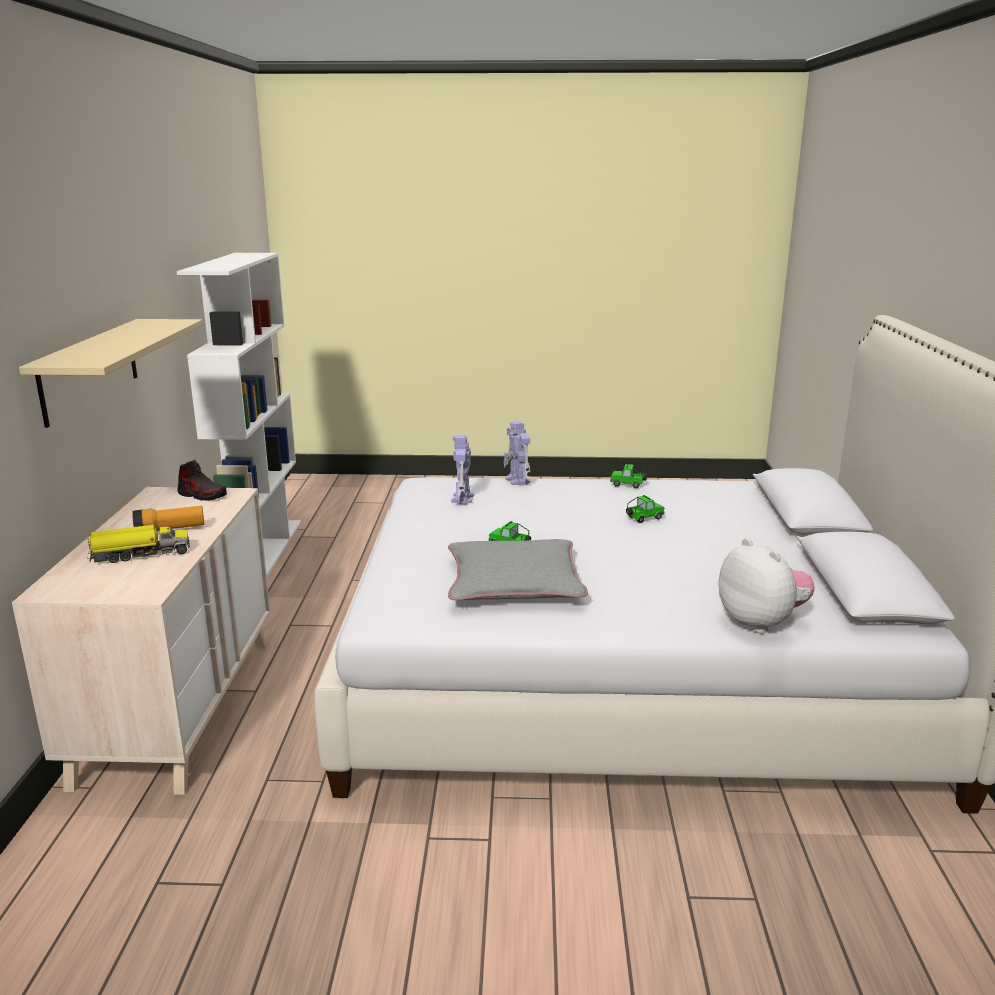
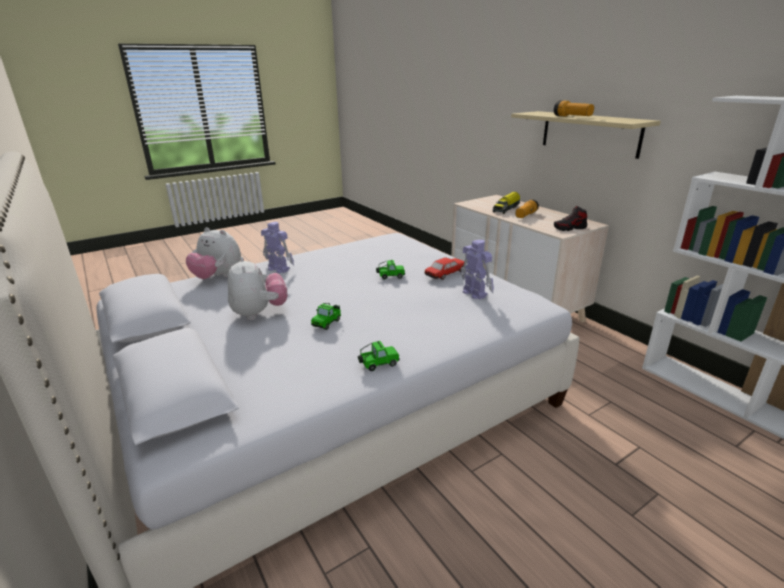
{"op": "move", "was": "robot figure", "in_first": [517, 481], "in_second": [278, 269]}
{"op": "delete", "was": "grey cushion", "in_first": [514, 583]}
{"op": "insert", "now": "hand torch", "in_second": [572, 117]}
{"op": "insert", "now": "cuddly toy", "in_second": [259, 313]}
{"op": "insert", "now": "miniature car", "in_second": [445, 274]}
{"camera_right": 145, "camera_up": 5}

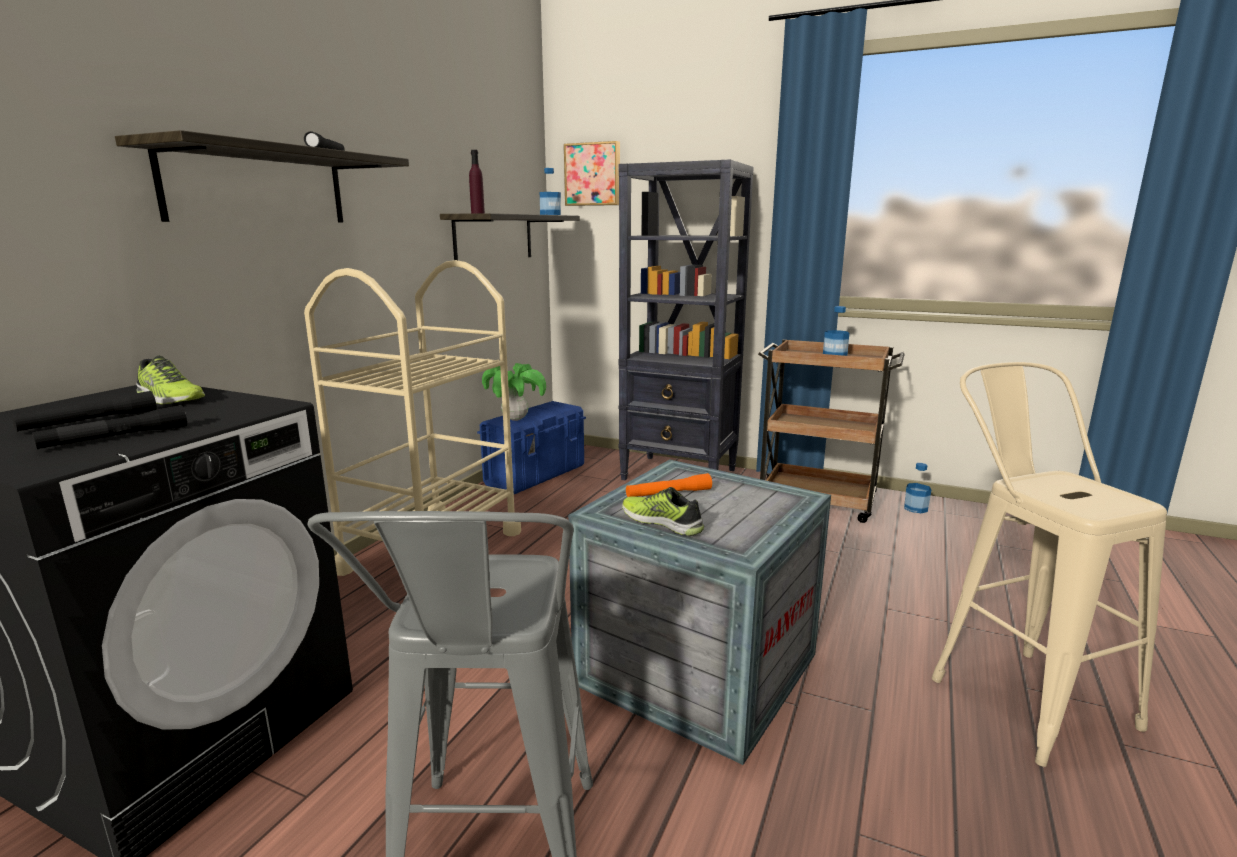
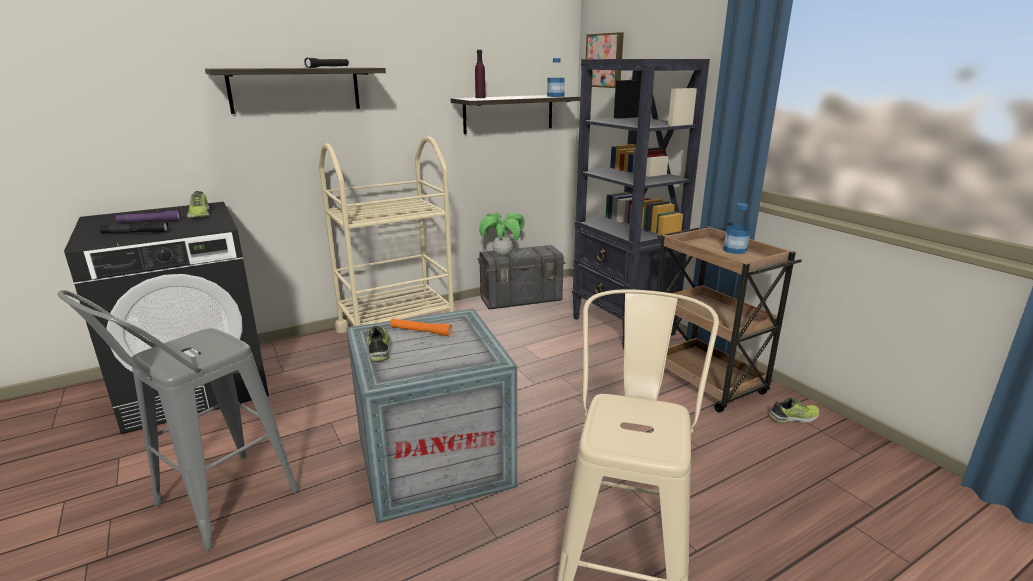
{"op": "recolor", "was": "blackish hand torch", "now": "purple-coloured hand torch", "in_first": [90, 421], "in_second": [149, 222]}
{"op": "recolor", "was": "blue storage box", "now": "grey storage box", "in_first": [536, 475], "in_second": [521, 299]}
{"op": "replace", "was": "drink bottle", "now": "shoe", "in_first": [915, 508], "in_second": [794, 418]}
{"camera_right": 35, "camera_up": 5}

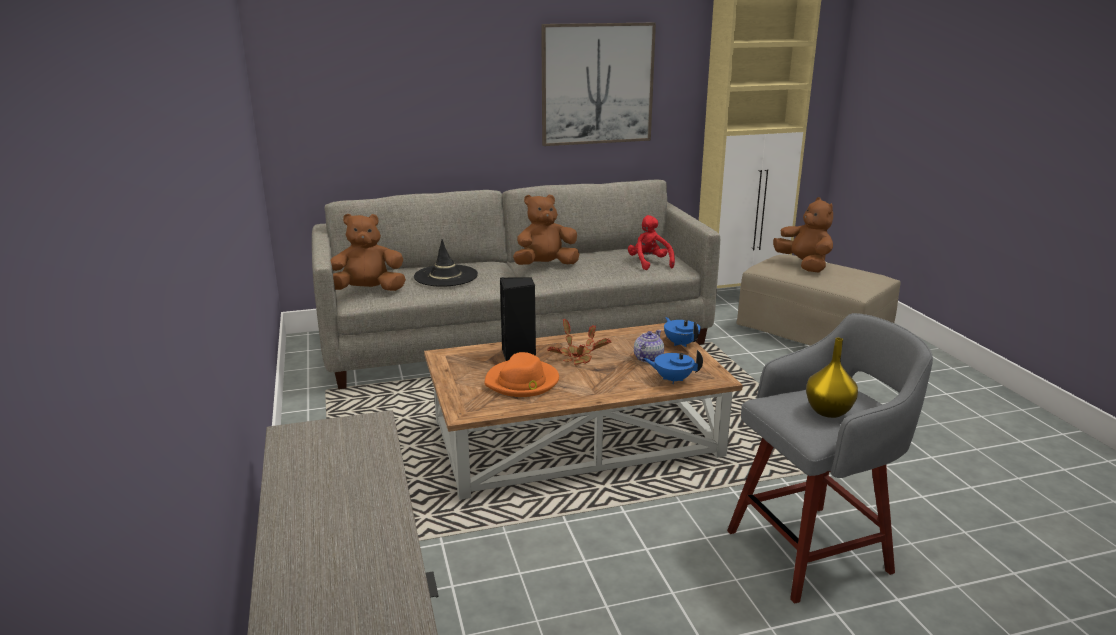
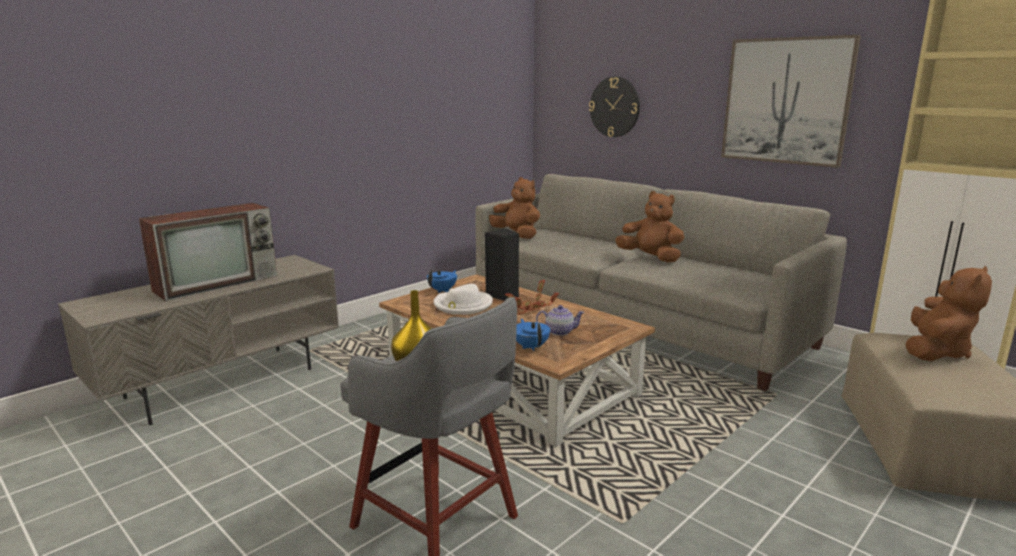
{"op": "delete", "was": "red cuddly toy", "in_first": [649, 263]}
{"op": "delete", "was": "blackish clothing hat", "in_first": [445, 276]}
{"op": "move", "was": "blue pot for tea", "in_first": [681, 343], "in_second": [443, 290]}
{"op": "recolor", "was": "orangey clothing hat", "now": "whitish clothing hat", "in_first": [522, 382], "in_second": [462, 305]}
{"op": "insert", "now": "clock on the wall", "in_second": [614, 107]}
{"op": "insert", "now": "TV", "in_second": [218, 283]}
{"camera_right": 60, "camera_up": -5}

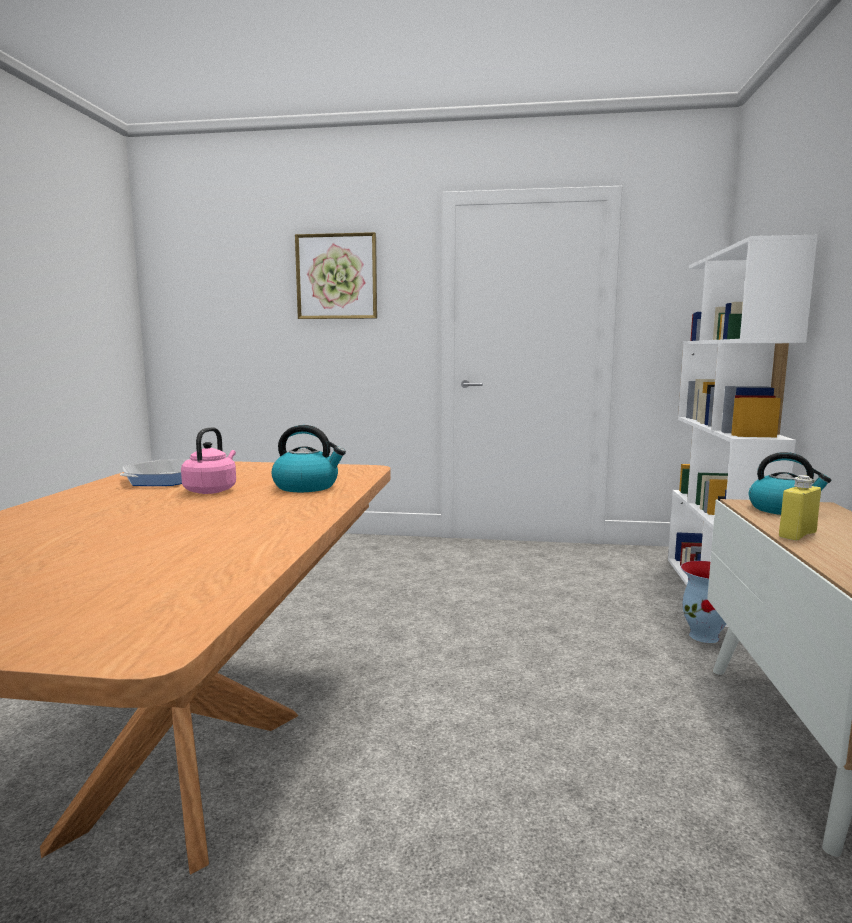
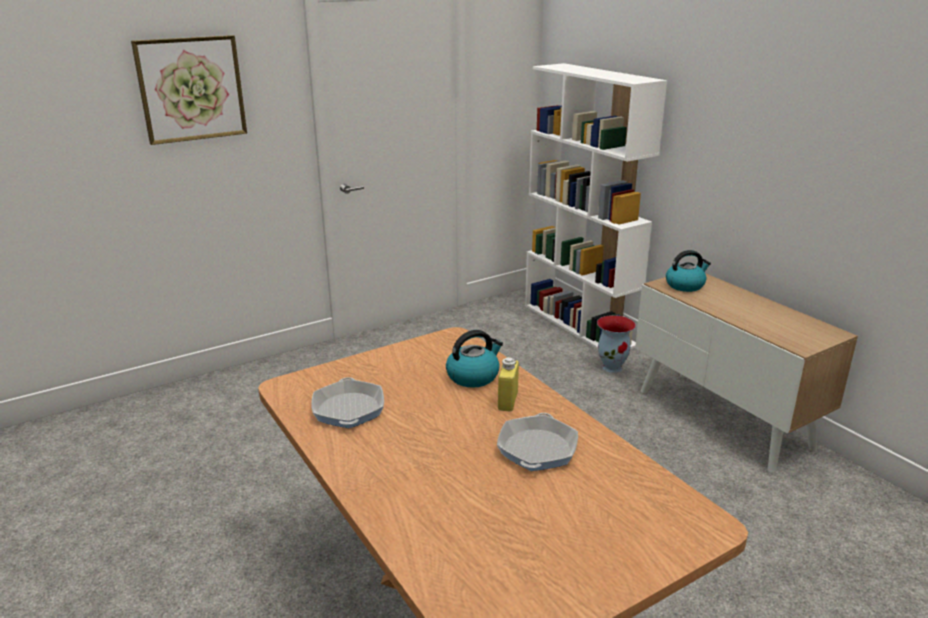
{"op": "delete", "was": "pink water kettle", "in_first": [212, 490]}
{"op": "move", "was": "yellowish drink bottle", "in_first": [797, 535], "in_second": [507, 401]}
{"op": "insert", "now": "skillet", "in_second": [537, 449]}
{"camera_right": -40, "camera_up": 15}

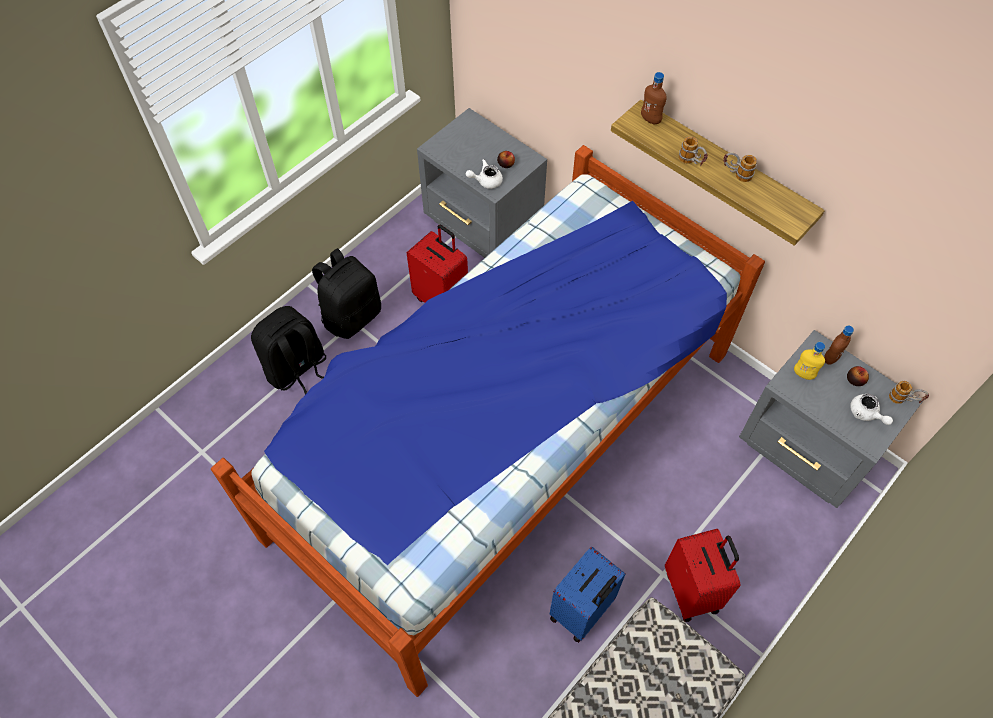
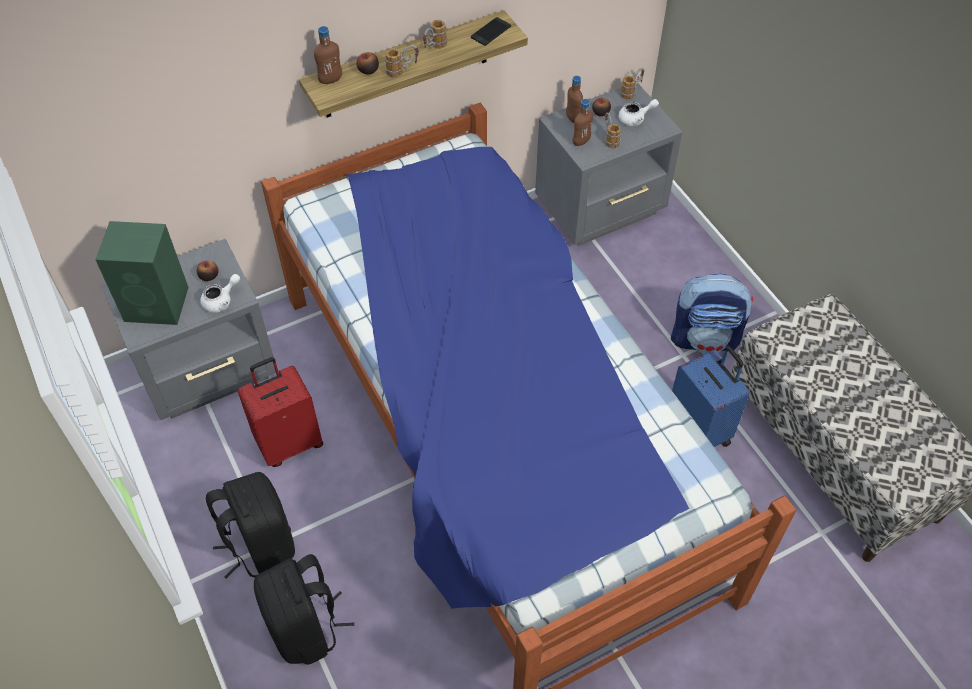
{"op": "rotate", "was": "whitish pot for tea", "in_first": [486, 181], "in_second": [221, 301], "clockwise": -135}
{"op": "recolor", "was": "yellowish drink bottle", "now": "brown drink bottle", "in_first": [803, 374], "in_second": [581, 141]}
{"op": "replace", "was": "red travel case", "now": "knapsack", "in_first": [692, 590], "in_second": [705, 338]}
{"op": "insert", "now": "telephone", "in_second": [491, 32]}
{"op": "insert", "now": "whole apple", "in_second": [368, 70]}
{"op": "insert", "now": "mug", "in_second": [609, 138]}
{"op": "insert", "now": "green-coloured audio speaker", "in_second": [158, 304]}
{"camera_right": -70, "camera_up": -5}

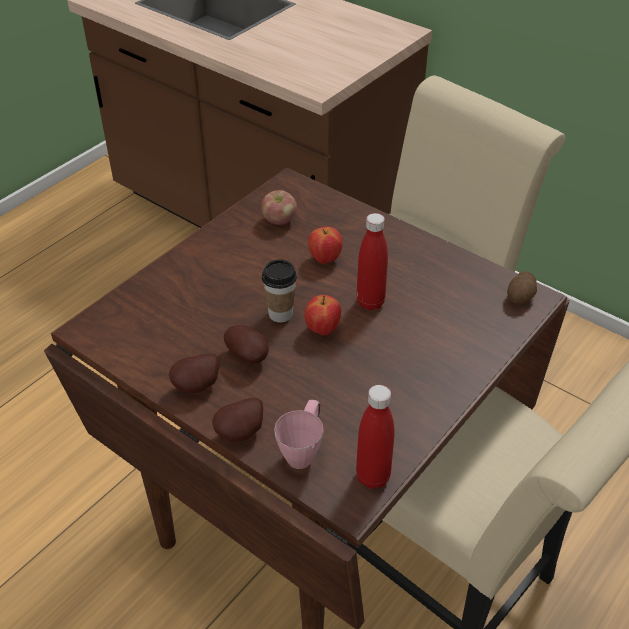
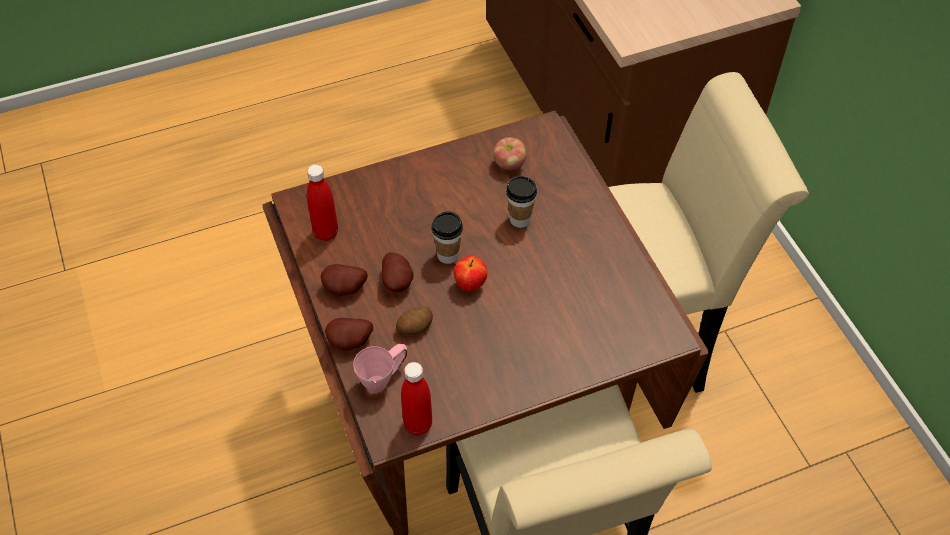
{"op": "move", "was": "red drink bottle", "in_first": [370, 302], "in_second": [326, 232]}
{"op": "replace", "was": "whole apple", "now": "small cup", "in_first": [325, 259], "in_second": [520, 219]}
{"op": "move", "was": "spud", "in_first": [520, 297], "in_second": [415, 327]}
{"camera_right": 30, "camera_up": 10}

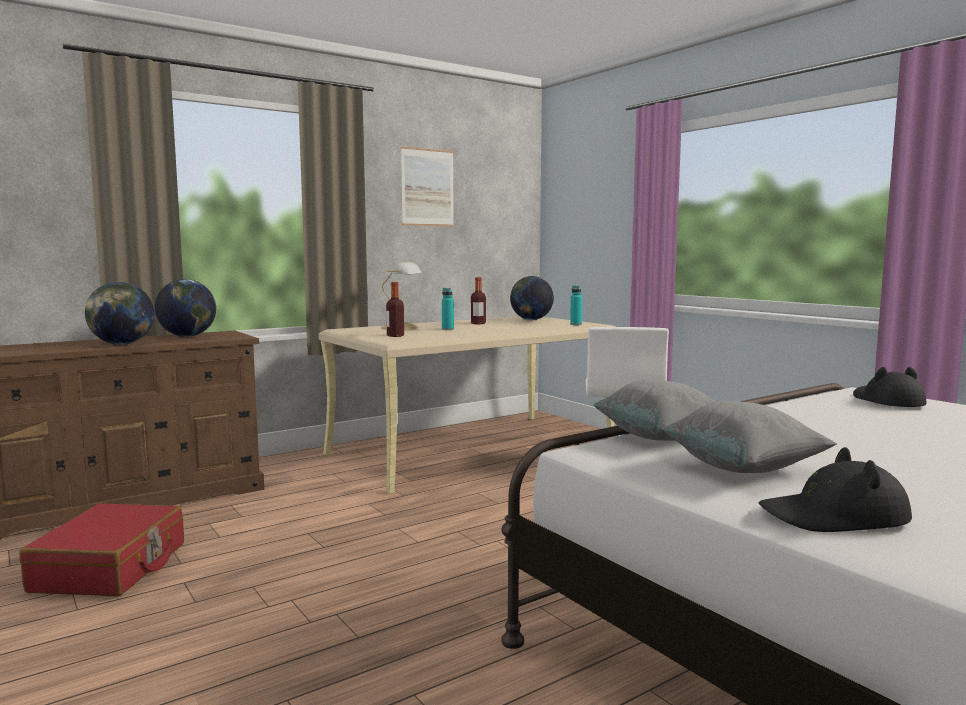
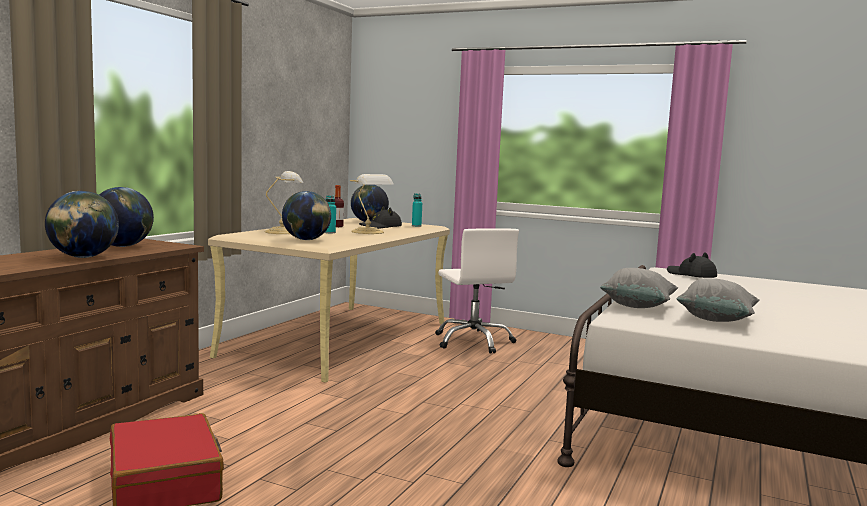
{"op": "delete", "was": "wall art", "in_first": [427, 187]}
{"op": "replace", "was": "drink bottle", "now": "globe", "in_first": [395, 336], "in_second": [306, 240]}
{"op": "move", "was": "blackish clothing hat", "in_first": [834, 517], "in_second": [381, 227]}
{"op": "insert", "now": "lamp for a table", "in_second": [369, 232]}
{"camera_right": -30, "camera_up": 0}

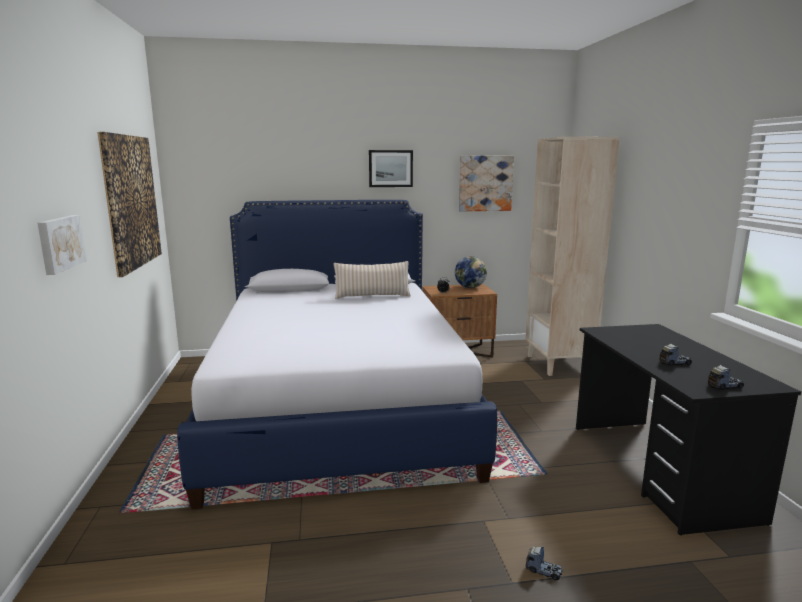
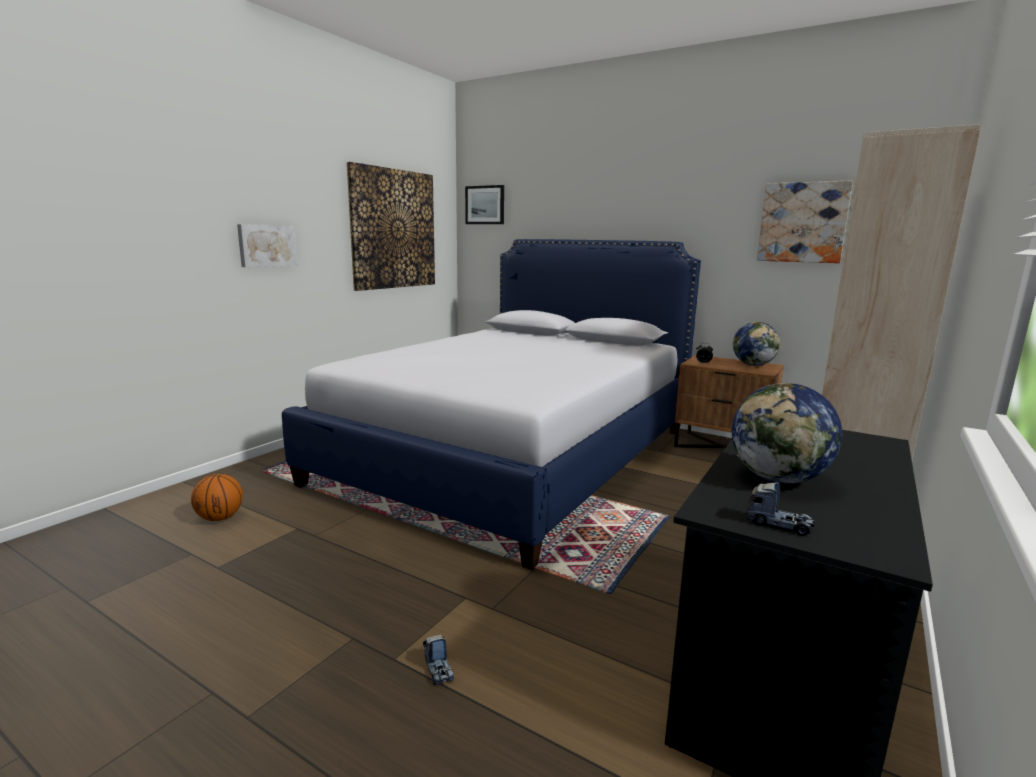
{"op": "move", "was": "wall art", "in_first": [390, 168], "in_second": [485, 205]}
{"op": "delete", "was": "beige-coloured cushion", "in_first": [372, 296]}
{"op": "replace", "was": "toy truck", "now": "globe", "in_first": [674, 363], "in_second": [779, 479]}
{"op": "insert", "now": "basketball", "in_second": [219, 518]}
{"camera_right": 40, "camera_up": 0}

